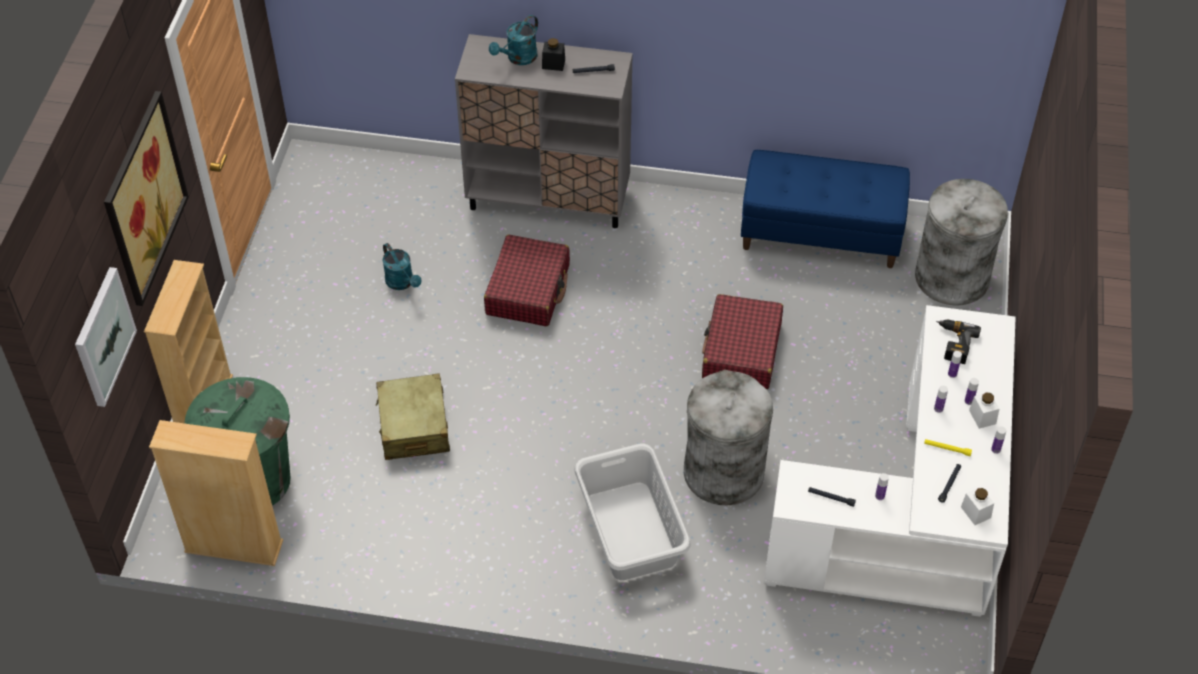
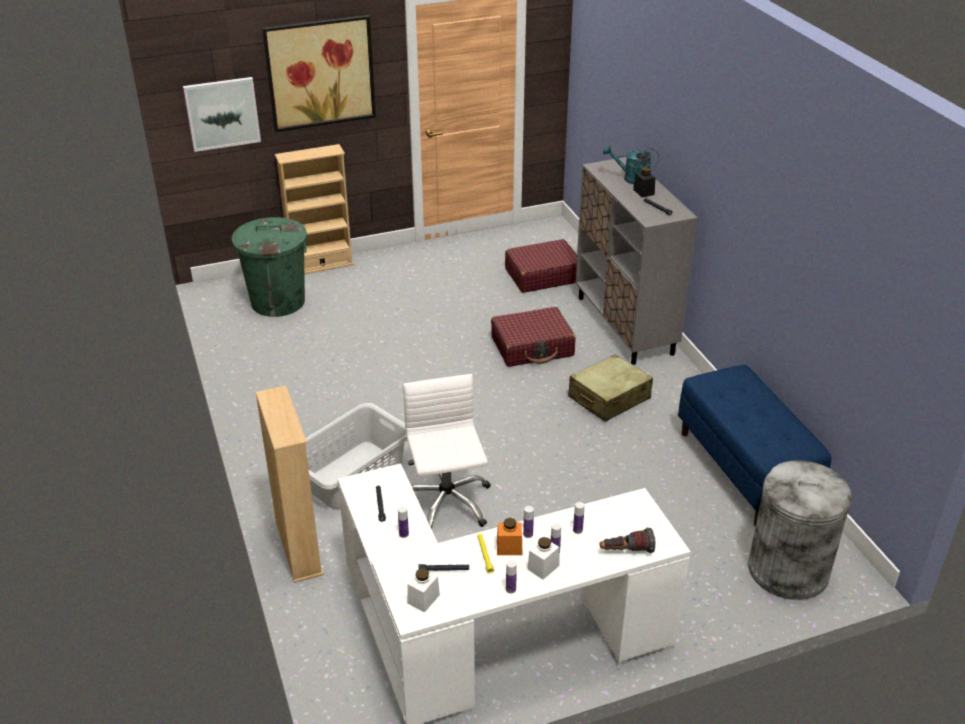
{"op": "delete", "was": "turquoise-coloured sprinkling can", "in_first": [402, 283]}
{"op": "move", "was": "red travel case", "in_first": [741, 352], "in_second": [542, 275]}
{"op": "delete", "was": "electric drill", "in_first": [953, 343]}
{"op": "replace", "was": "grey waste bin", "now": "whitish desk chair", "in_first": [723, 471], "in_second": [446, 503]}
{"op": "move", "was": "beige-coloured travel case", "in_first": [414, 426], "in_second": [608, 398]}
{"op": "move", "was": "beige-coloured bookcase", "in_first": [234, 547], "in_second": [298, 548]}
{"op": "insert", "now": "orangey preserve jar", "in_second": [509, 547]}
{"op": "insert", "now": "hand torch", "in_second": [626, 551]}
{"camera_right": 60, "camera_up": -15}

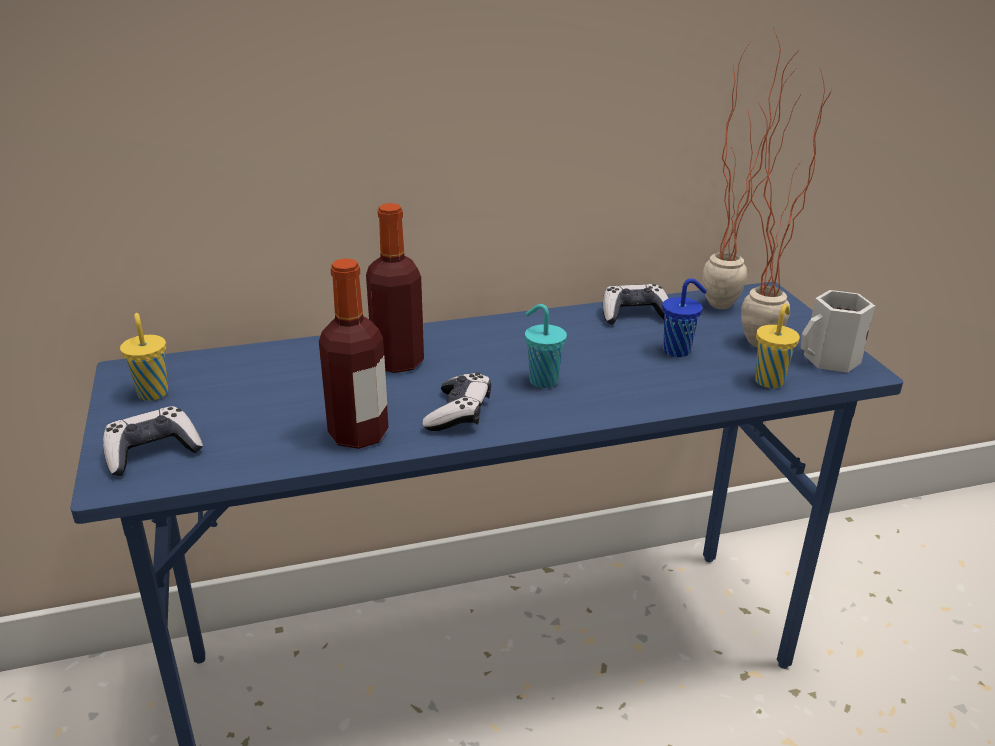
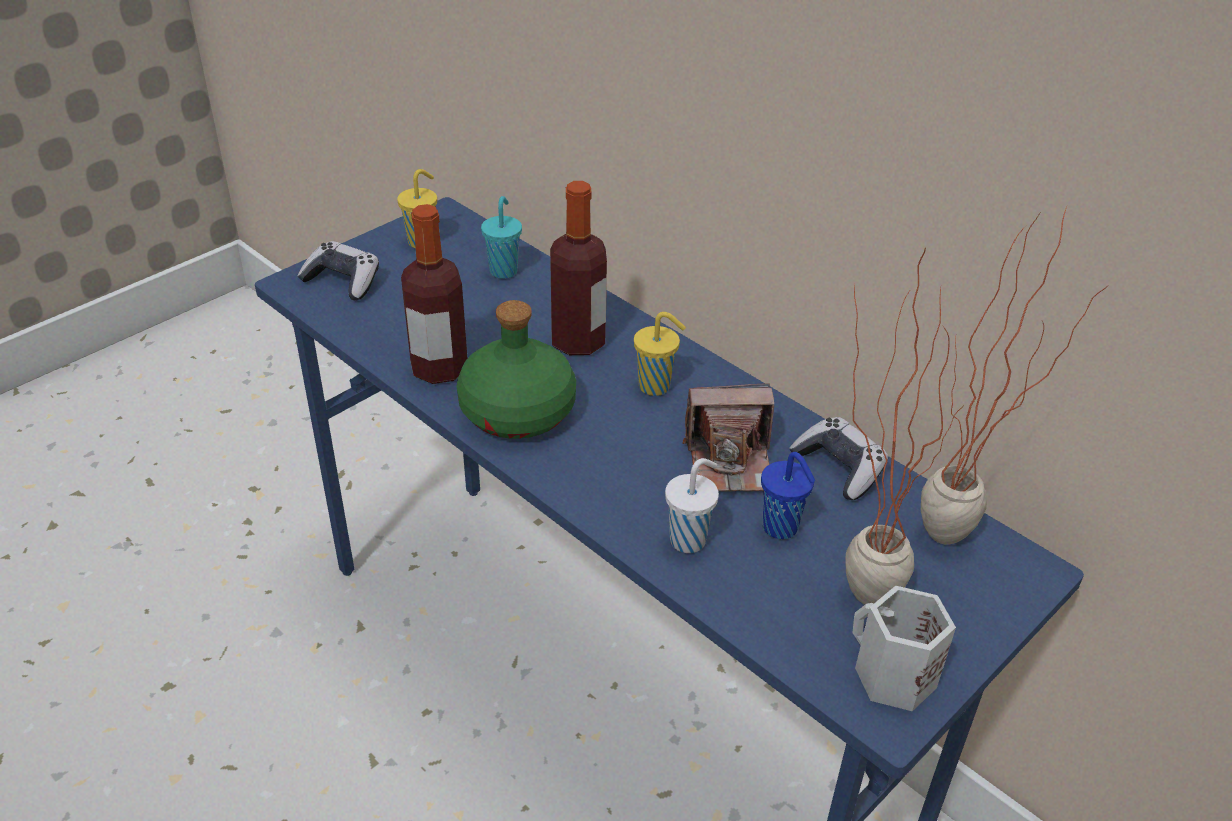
{"op": "move", "was": "turquoise-coloured small cup", "in_first": [542, 381], "in_second": [504, 270]}
{"op": "move", "was": "yellowish small cup", "in_first": [769, 380], "in_second": [656, 386]}
{"op": "replace", "was": "game controller", "now": "green-coloured drink bottle", "in_first": [459, 413], "in_second": [517, 412]}
{"op": "insert", "now": "photo camera", "in_second": [730, 462]}
{"op": "insert", "now": "whitish small cup", "in_second": [689, 539]}
{"camera_right": 60, "camera_up": 10}

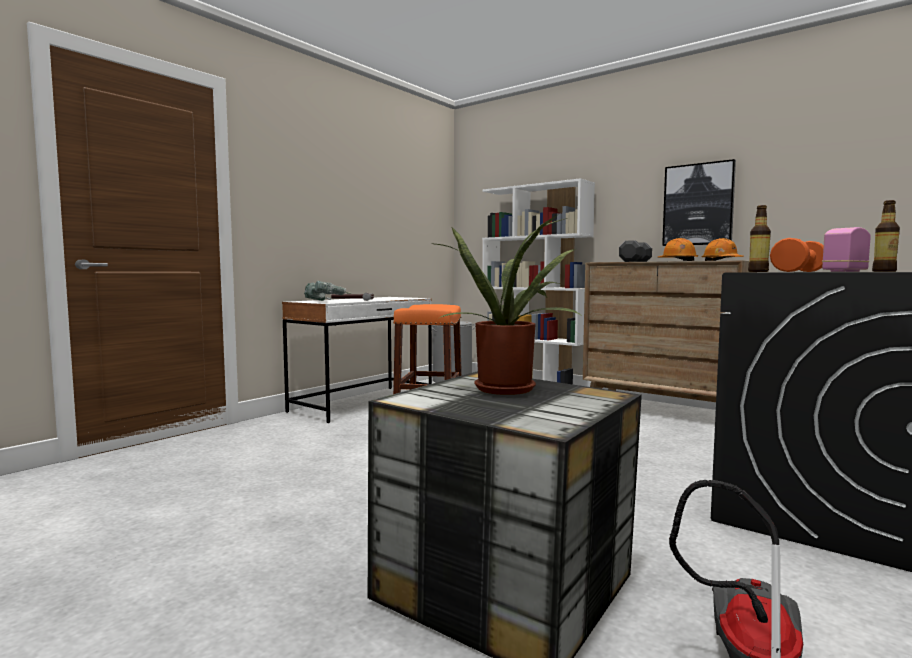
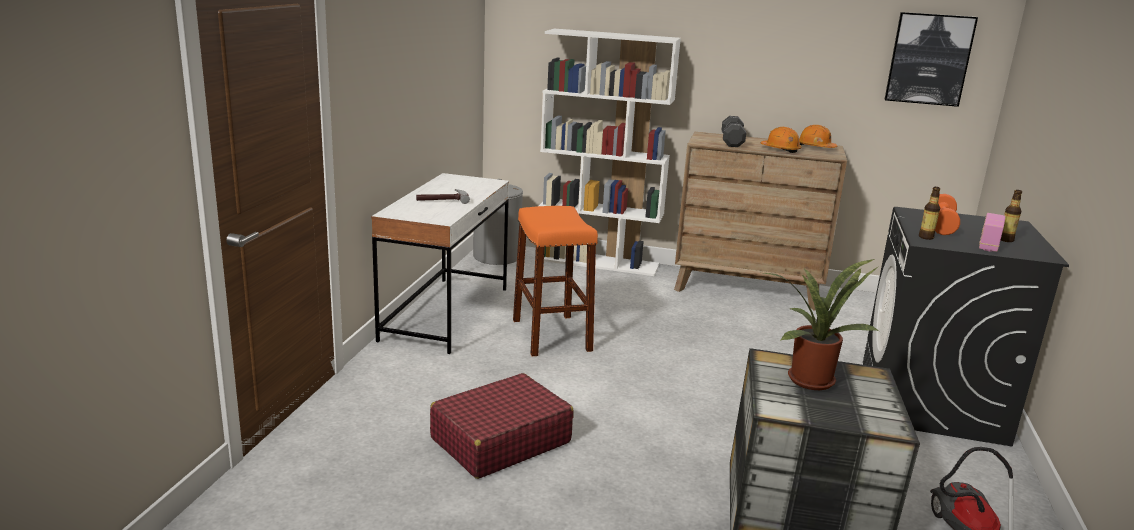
{"op": "move", "was": "wall art", "in_first": [698, 204], "in_second": [929, 59]}
{"op": "delete", "was": "electric drill", "in_first": [326, 301]}
{"op": "insert", "now": "red travel case", "in_second": [500, 440]}
{"camera_right": -25, "camera_up": 15}

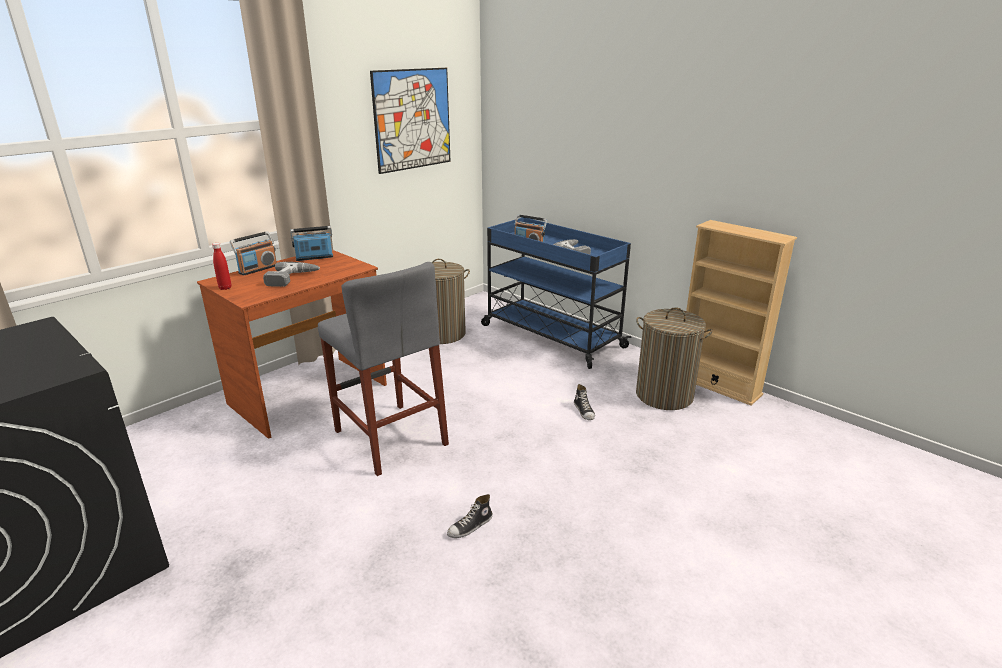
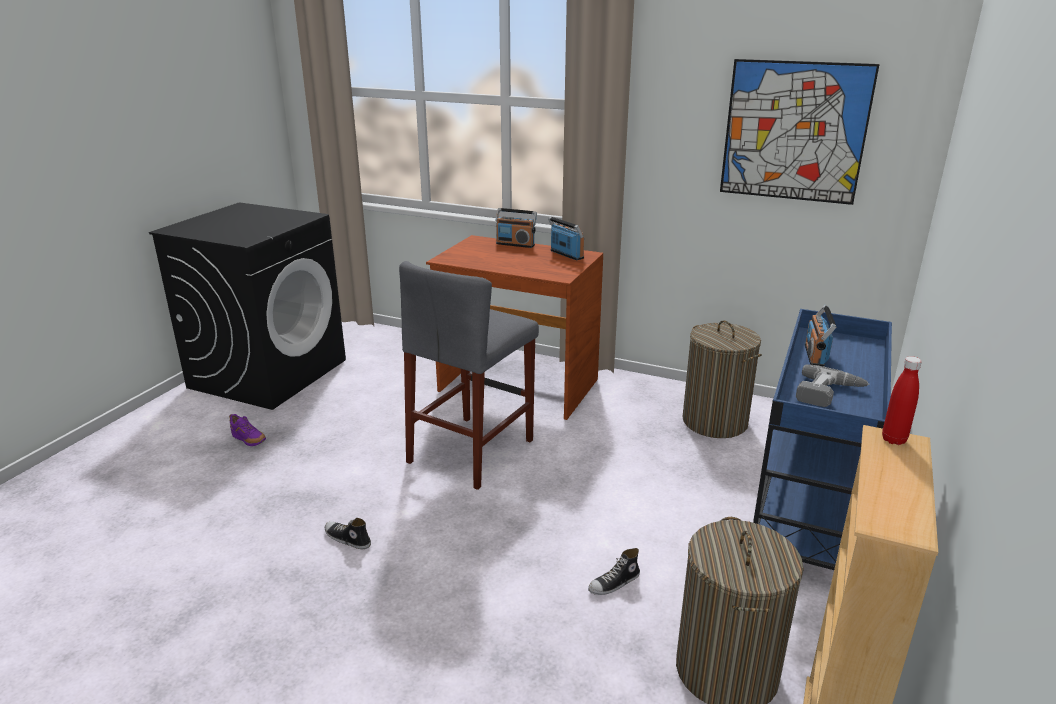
{"op": "move", "was": "red drink bottle", "in_first": [225, 288], "in_second": [893, 440]}
{"op": "delete", "was": "electric drill", "in_first": [292, 279]}
{"op": "insert", "now": "purple-coloured shoe", "in_second": [249, 440]}
{"camera_right": 70, "camera_up": 0}

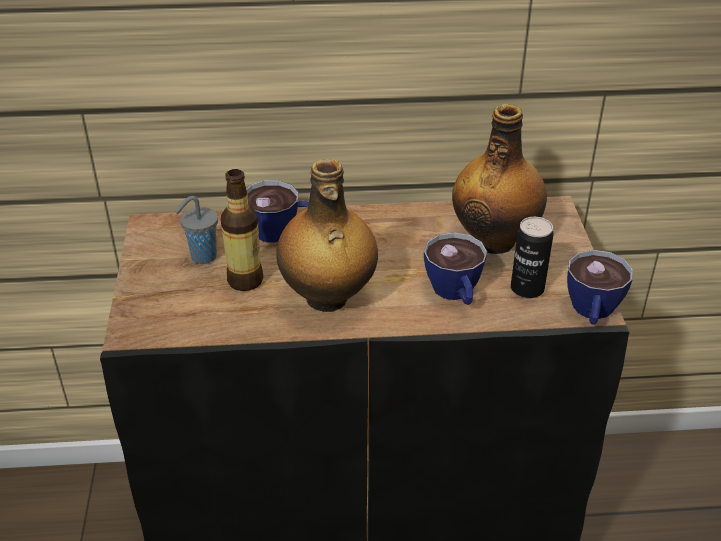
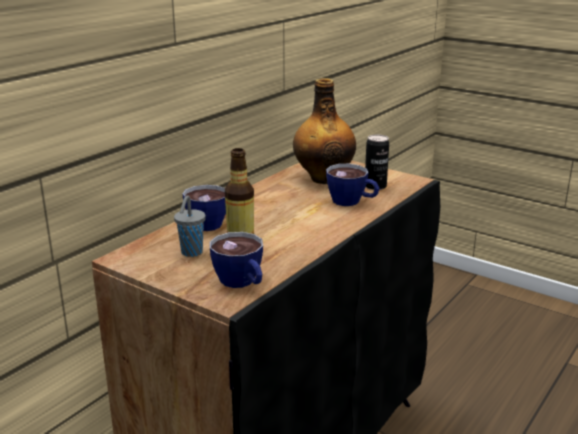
{"op": "delete", "was": "drink bottle", "in_first": [327, 298]}
{"op": "move", "was": "small cup", "in_first": [592, 313], "in_second": [242, 283]}
{"camera_right": -50, "camera_up": -15}

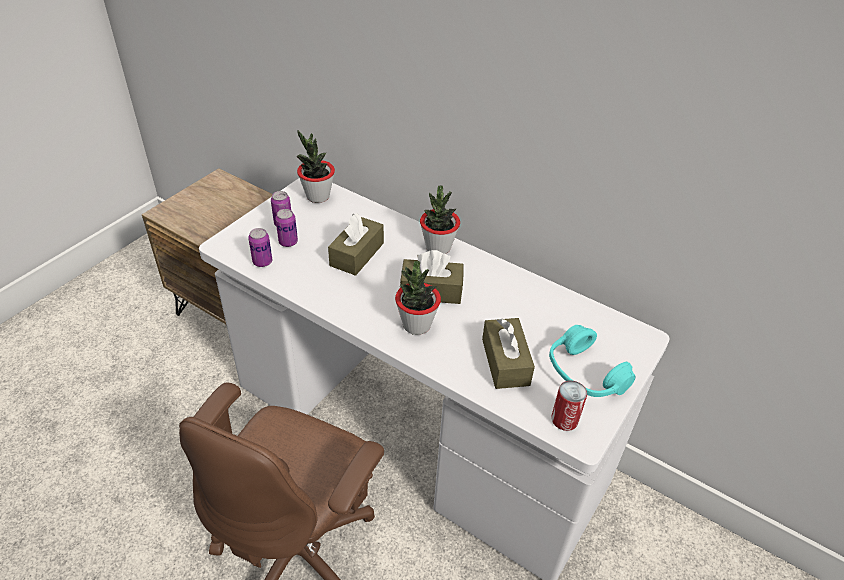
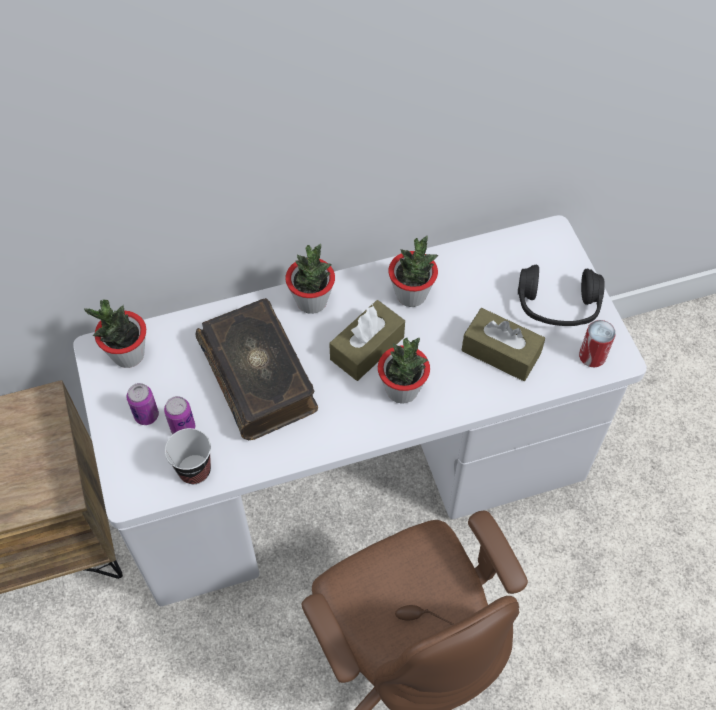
{"op": "replace", "was": "brown box of tissues", "now": "volume", "in_first": [357, 254], "in_second": [259, 377]}
{"op": "replace", "was": "metal can", "now": "small cup", "in_first": [262, 262], "in_second": [194, 470]}
{"op": "recolor", "was": "turquoise-coloured headset", "now": "blackish headset", "in_first": [585, 374], "in_second": [557, 306]}
{"op": "insert", "now": "plant in a pot", "in_second": [411, 295]}
{"camera_right": -50, "camera_up": 15}

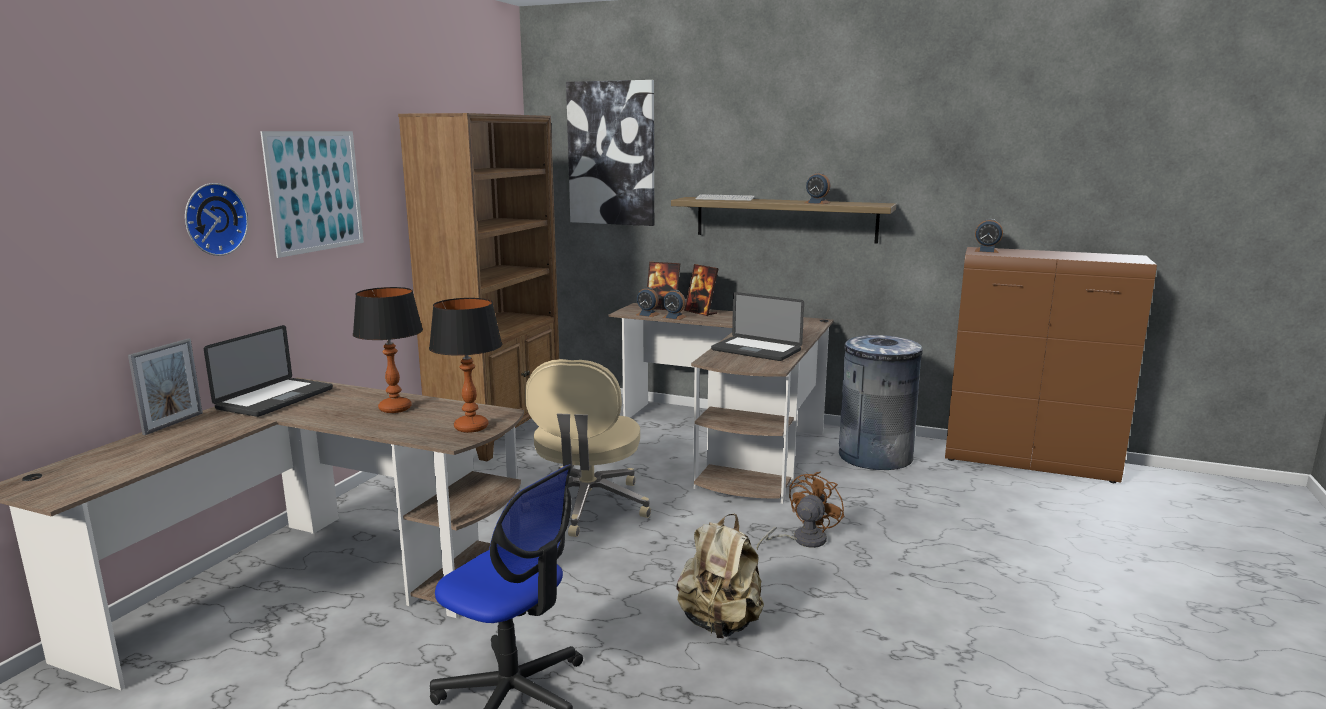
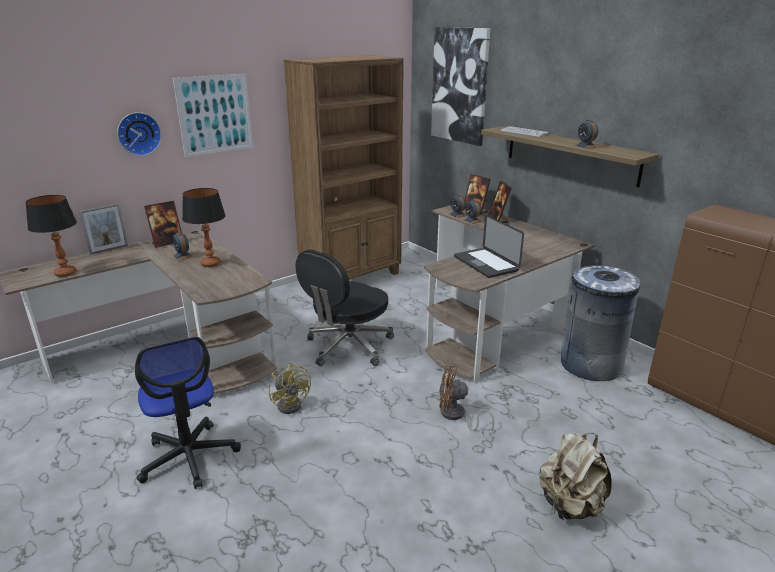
{"op": "move", "was": "bedside clock", "in_first": [987, 251], "in_second": [183, 256]}
{"op": "move", "was": "lamp for a table", "in_first": [471, 427], "in_second": [65, 273]}
{"op": "replace", "was": "laptop", "now": "photo frame", "in_first": [275, 399], "in_second": [167, 243]}
{"op": "recolor", "was": "beige-coloured desk chair", "now": "blackish desk chair", "in_first": [587, 507], "in_second": [348, 346]}
{"op": "rotate", "was": "brown electric fan", "in_first": [802, 540], "in_second": [456, 416], "clockwise": -150}
{"op": "move", "was": "beige-coloured knapsack", "in_first": [720, 624], "in_second": [570, 505]}
{"op": "insert", "now": "yellowish electric fan", "in_second": [292, 403]}
{"camera_right": 30, "camera_up": 10}

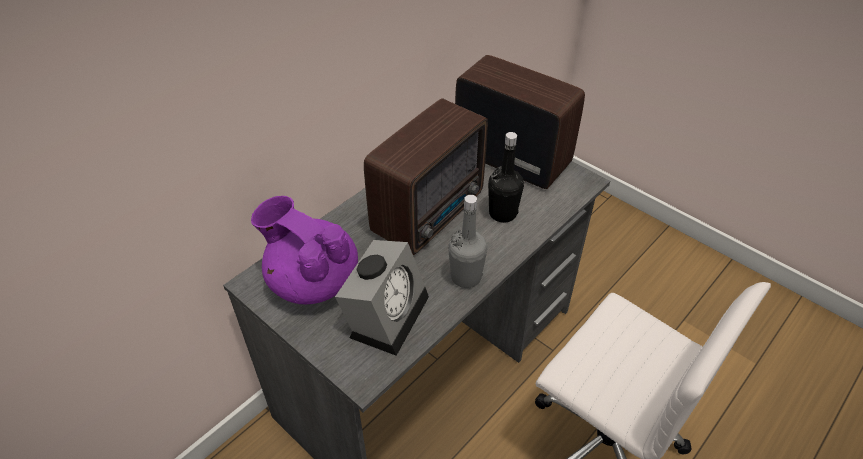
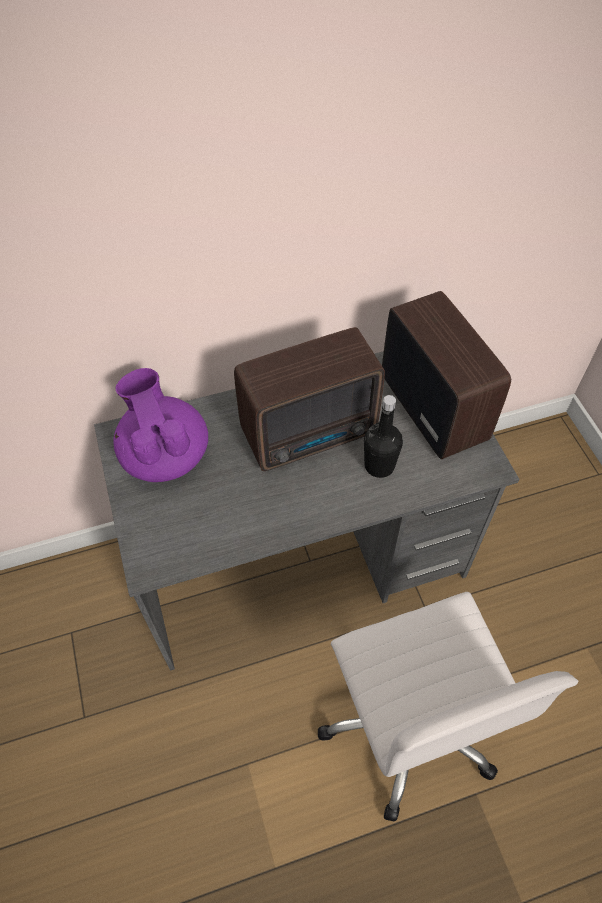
{"op": "delete", "was": "grey drink bottle", "in_first": [466, 277]}
{"op": "delete", "was": "bedside clock", "in_first": [387, 313]}
{"camera_right": 30, "camera_up": 10}

